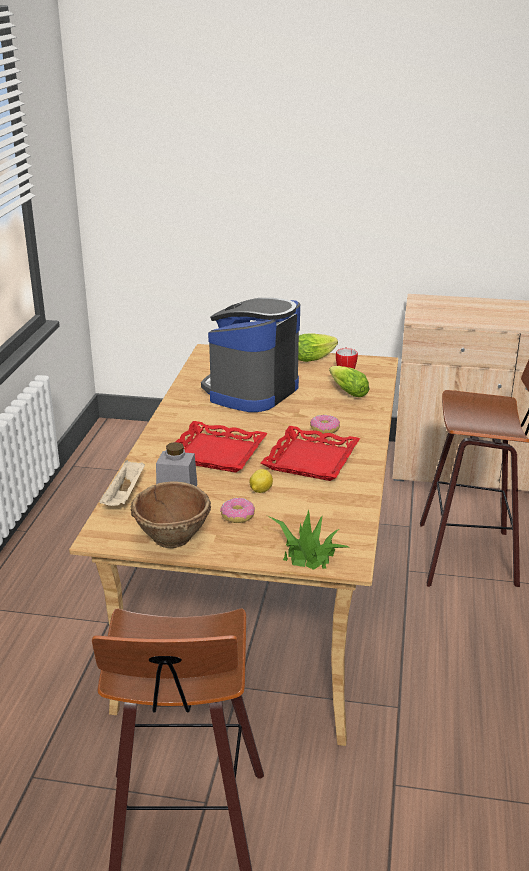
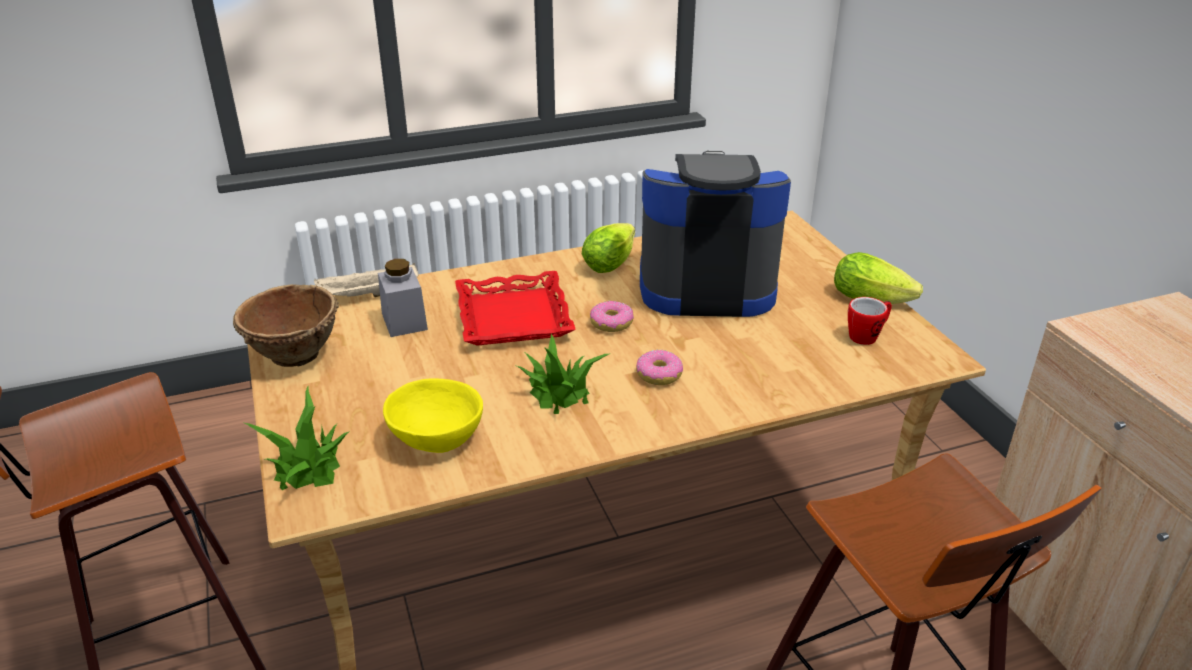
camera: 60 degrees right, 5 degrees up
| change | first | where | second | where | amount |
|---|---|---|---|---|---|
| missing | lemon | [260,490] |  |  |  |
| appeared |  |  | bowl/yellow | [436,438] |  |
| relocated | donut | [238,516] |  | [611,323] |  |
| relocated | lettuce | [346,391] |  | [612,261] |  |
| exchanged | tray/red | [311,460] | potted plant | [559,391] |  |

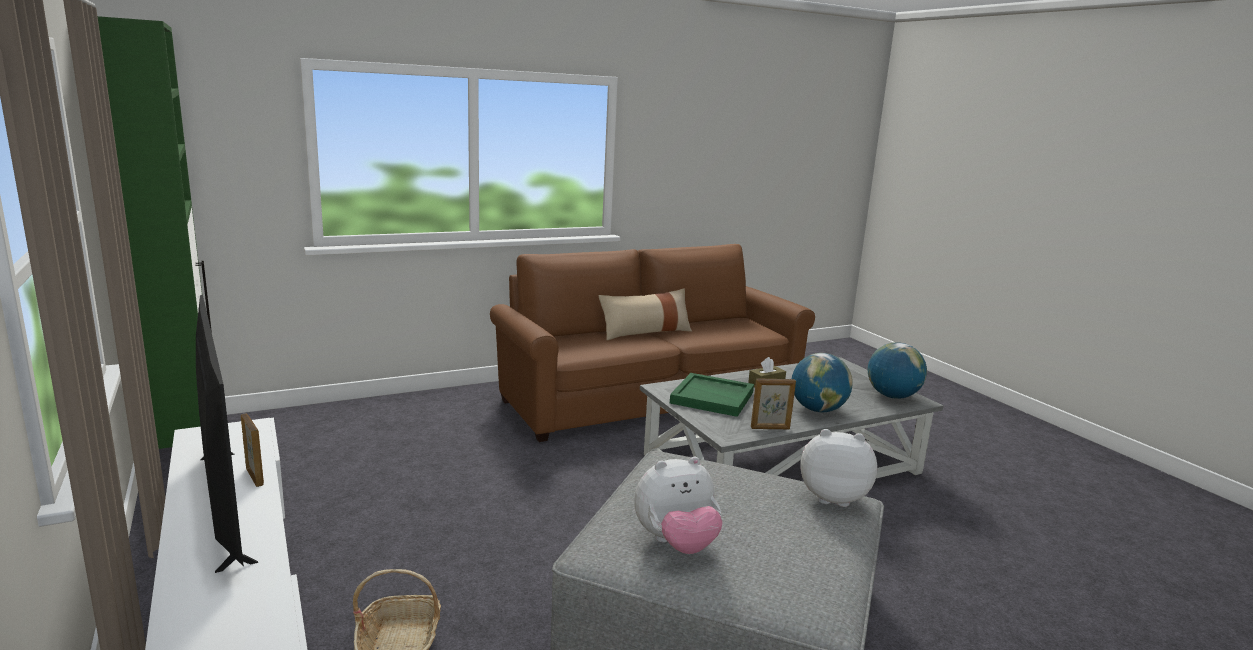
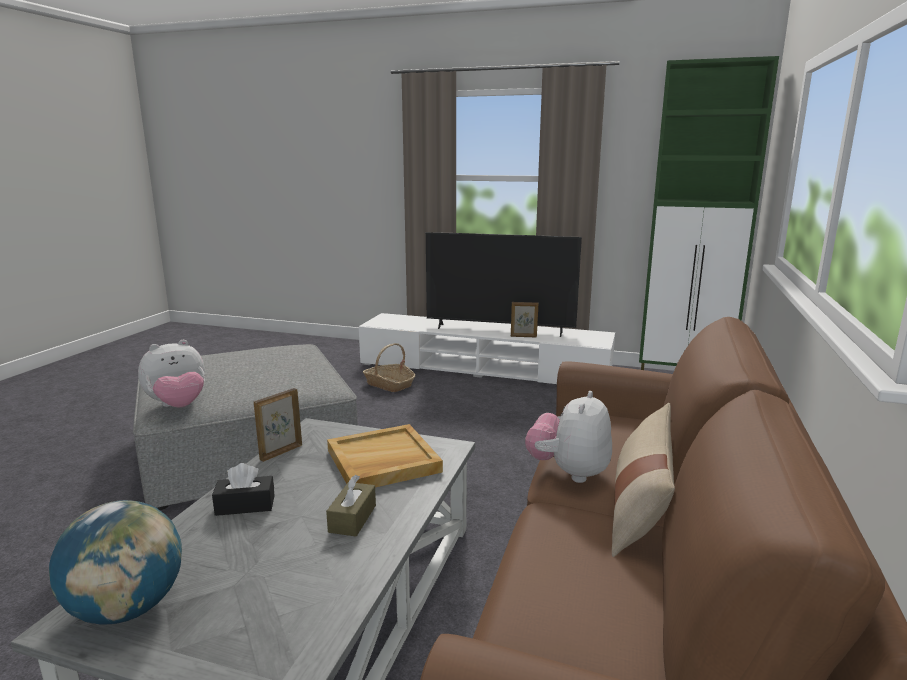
camera: 135 degrees right, 0 degrees up
| change | first | where | second | where | amount |
|---|---|---|---|---|---|
| relocated | plush toy | [676,544] |  | [569,472] |  |
| exchanged | globe | [818,409] | tissue box/black | [245,505] |  |
| colour | tray/green | [713,397] | tray/beige | [382,461] |  |

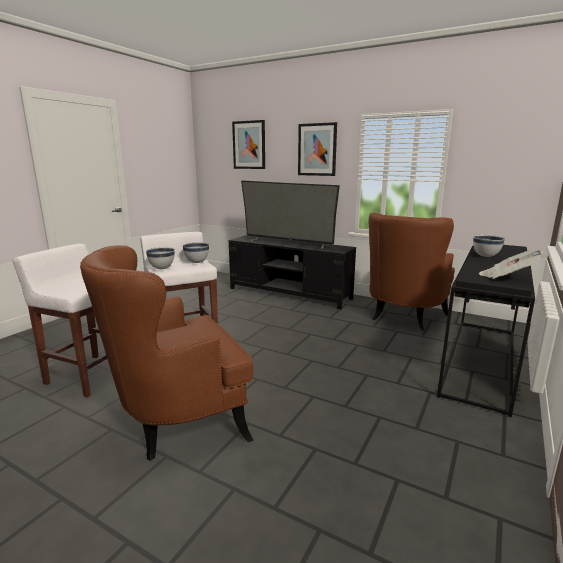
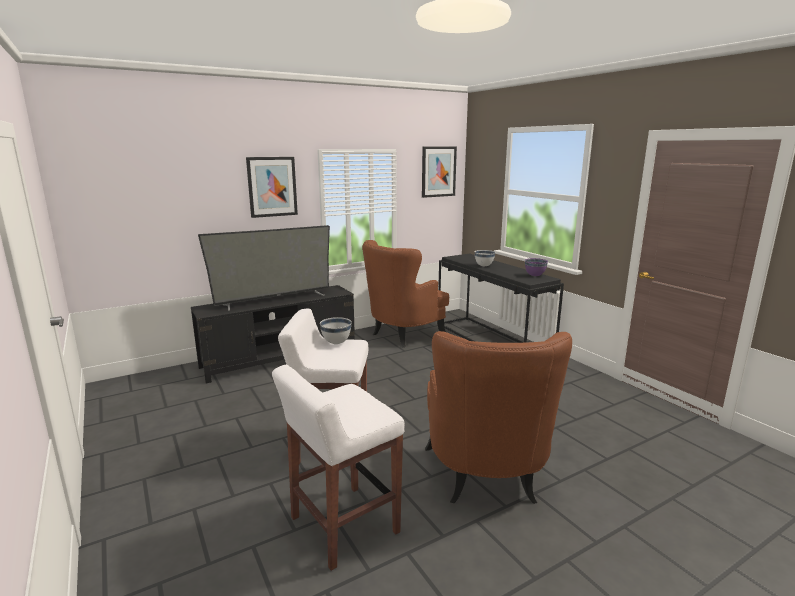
camera: 60 degrees left, 0 degrees up
| change | first | where | second | where | amount |
|---|---|---|---|---|---|
| missing | bowl/white | [161,269] |  |  |  |
| relocated | picture | [249,145] |  | [438,171] |  |
| exchanged | newspaper | [507,277] | bowl/purple | [534,276] |  |
| spun | armchair/brown | [403,317] |  | [402,336] | 75 degrees clockwise |

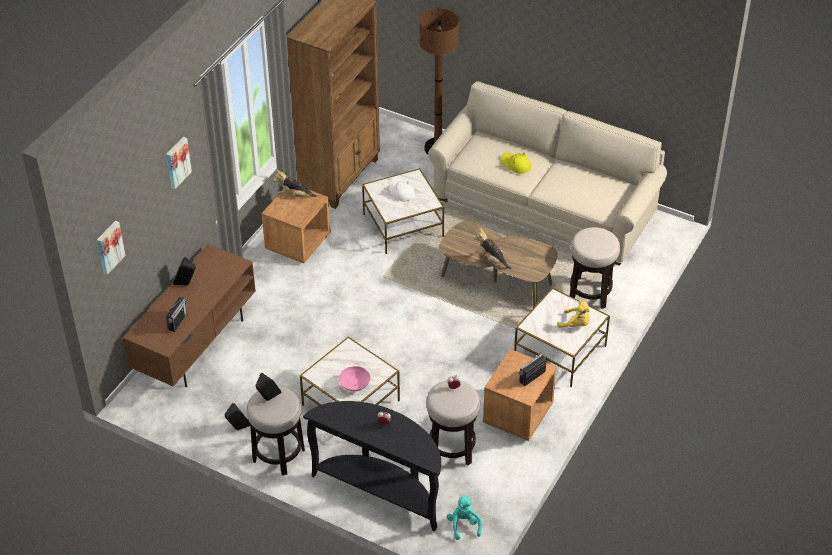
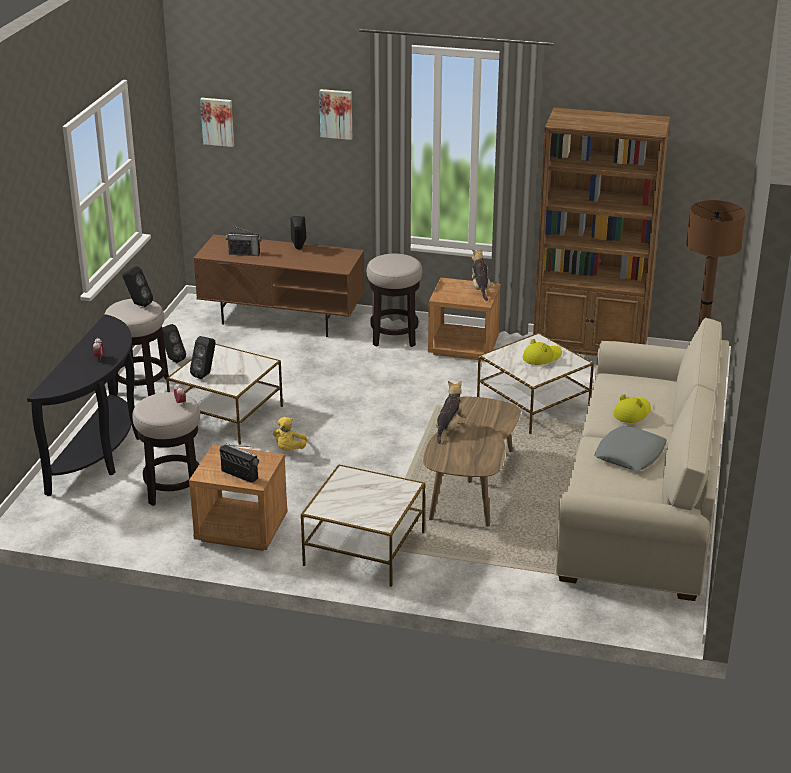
camera: 75 degrees right, 15 degrees down
| change | first | where | second | where | amount |
|---|---|---|---|---|---|
| missing | plush toy/turquoise | [464,525] |  |  |  |
| appeared |  |  | pillow/grey | [630,455] |  |
| relocated | plush toy/yellow | [576,324] |  | [289,450] |  |
| relocated | stool | [590,293] |  | [394,337] |  |
| exchanged | bowl/pink | [355,385] | speaker/black | [205,374] |  |
| colour | hat/white | [401,191] | hat/yellow | [542,357] |  |

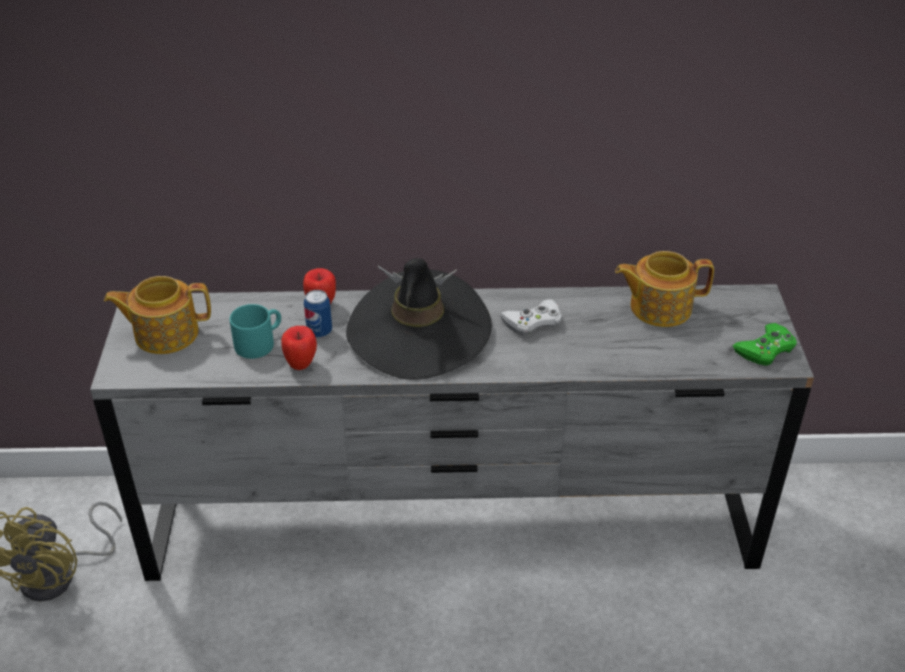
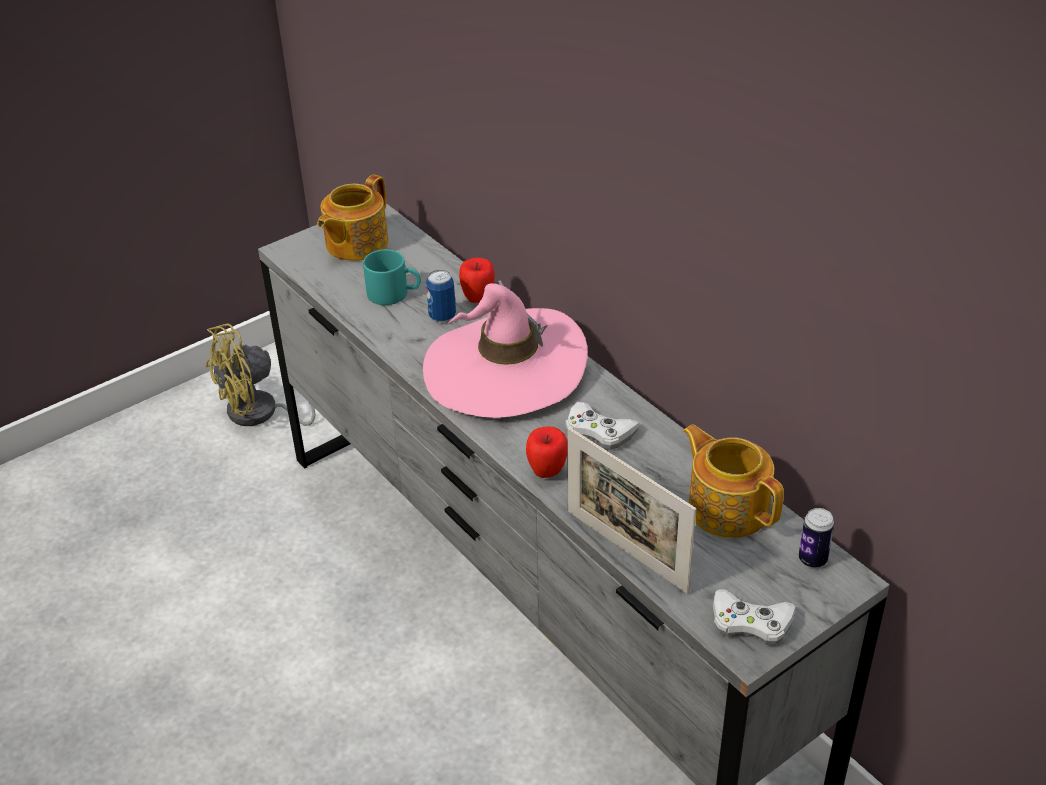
camera: 55 degrees right, 0 degrees up
| change | first | where | second | where | amount |
|---|---|---|---|---|---|
| appeared |  |  | picture frame | [626,550] |  |
| appeared |  |  | can | [812,559] |  |
| relocated | apple | [301,365] |  | [547,472] |  |
| colour | hat/black | [418,331] | hat/pink | [505,369] |  |
| colour | game controller/green | [765,349] | game controller/white | [750,622] |  |
| spun | teapot | [165,333] |  | [355,244] | 105 degrees counterclockwise |

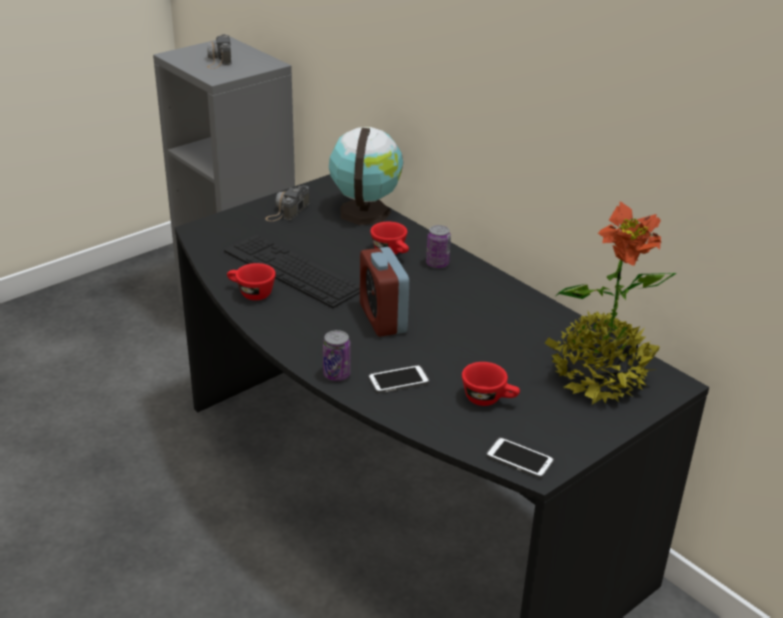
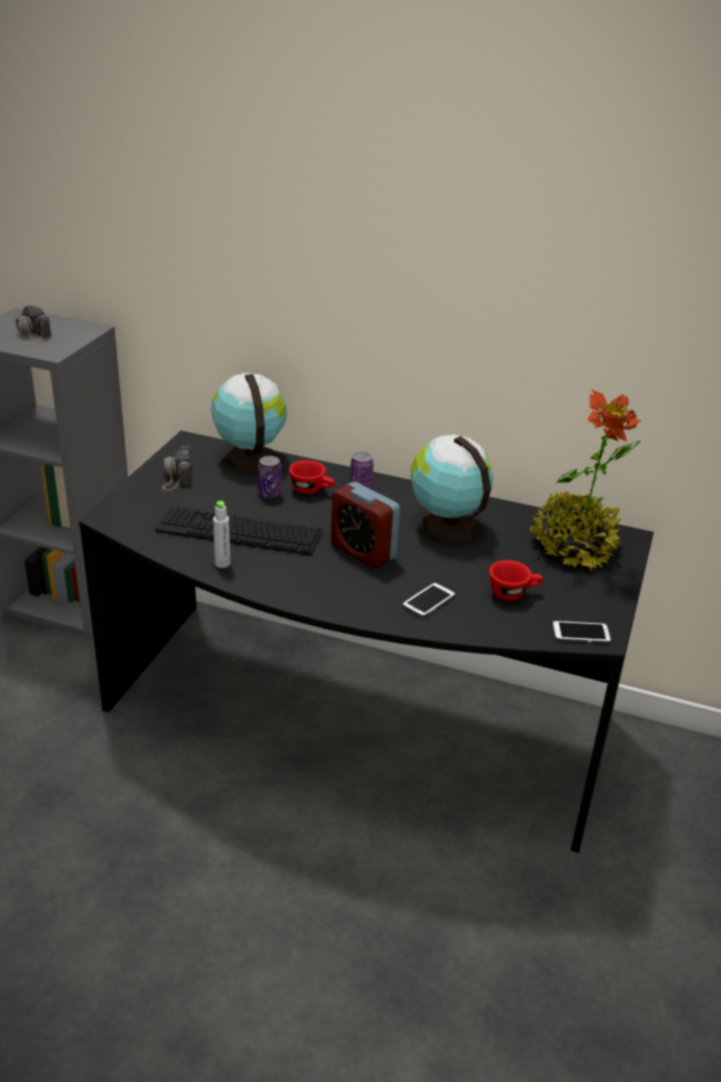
camera: 30 degrees left, 0 degrees up
| change | first | where | second | where | amount |
|---|---|---|---|---|---|
| appeared |  |  | globe | [446,525] |  |
| relocated | can | [336,375] |  | [269,494] |  |
| exchanged | cup/red | [251,293] | bottle/grey | [222,563] |  |

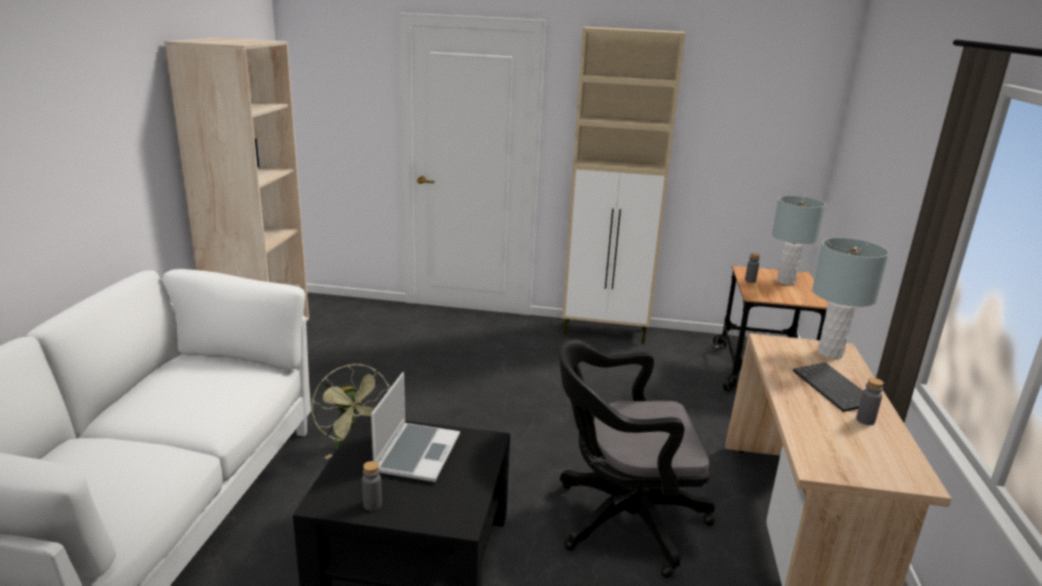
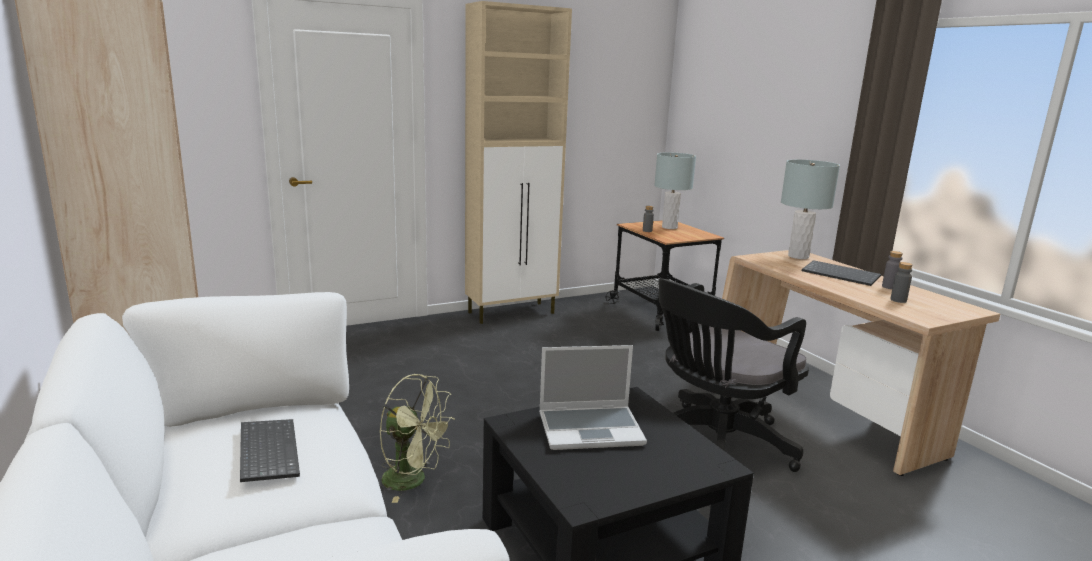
camera: 35 degrees left, 5 degrees down
| change | first | where | second | where | amount |
|---|---|---|---|---|---|
| appeared |  |  | keyboard | [266,451] |  |
| relocated | bottle/grey | [372,504] |  | [898,300] |  |
| spun | laptop | [416,453] |  | [591,428] | 105 degrees clockwise |

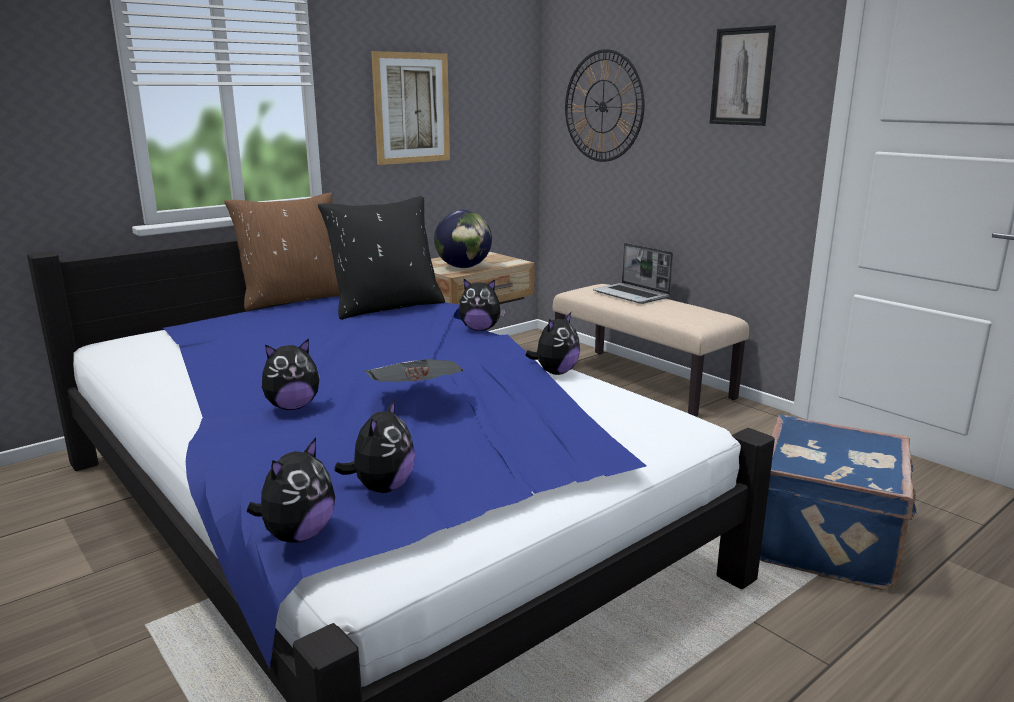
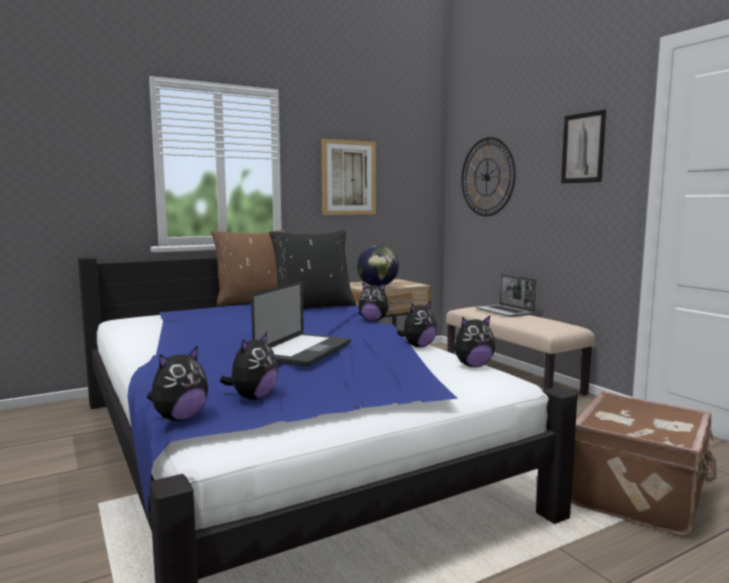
camera: 10 degrees right, 10 degrees down
| change | first | where | second | where | amount |
|---|---|---|---|---|---|
| relocated | plush toy | [292,406] |  | [473,366] |  |
| exchanged | newspaper | [415,397] | laptop | [304,351] |  |
| colour | suitcase/blue | [827,540] | suitcase/brown | [640,496] |  |

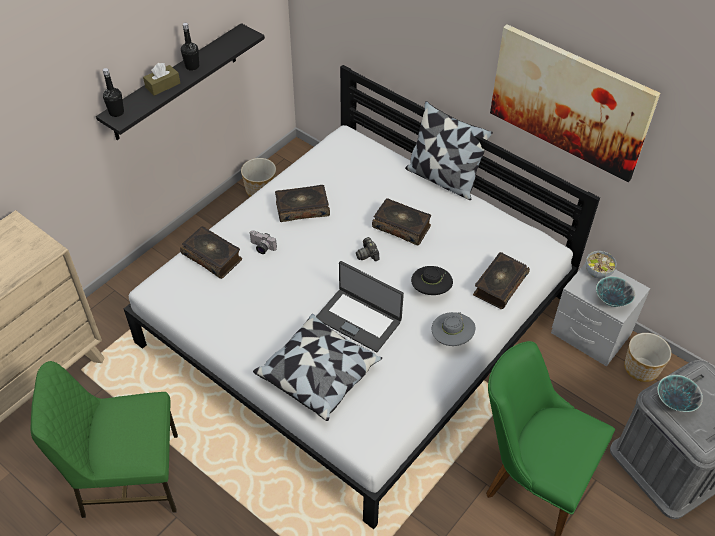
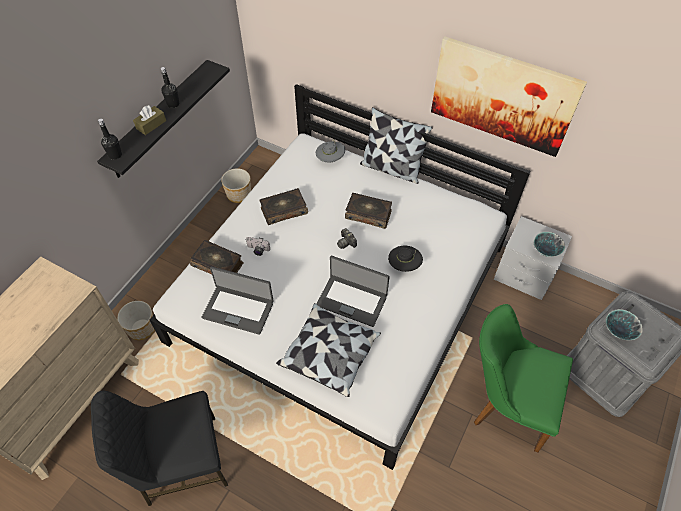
camera: 10 degrees left, 5 degrees up
| change | first | where | second | where | amount |
|---|---|---|---|---|---|
| missing | book | [499,285] |  |  |  |
| missing | bowl | [597,272] |  |  |  |
| appeared |  |  | laptop | [238,309] |  |
| relocated | hat/grey | [451,338] |  | [330,159] |  |
| relocated | planter | [641,368] |  | [142,328] |  |
| colour | chair/green | [129,477] | chair/black | [181,462] |  |

